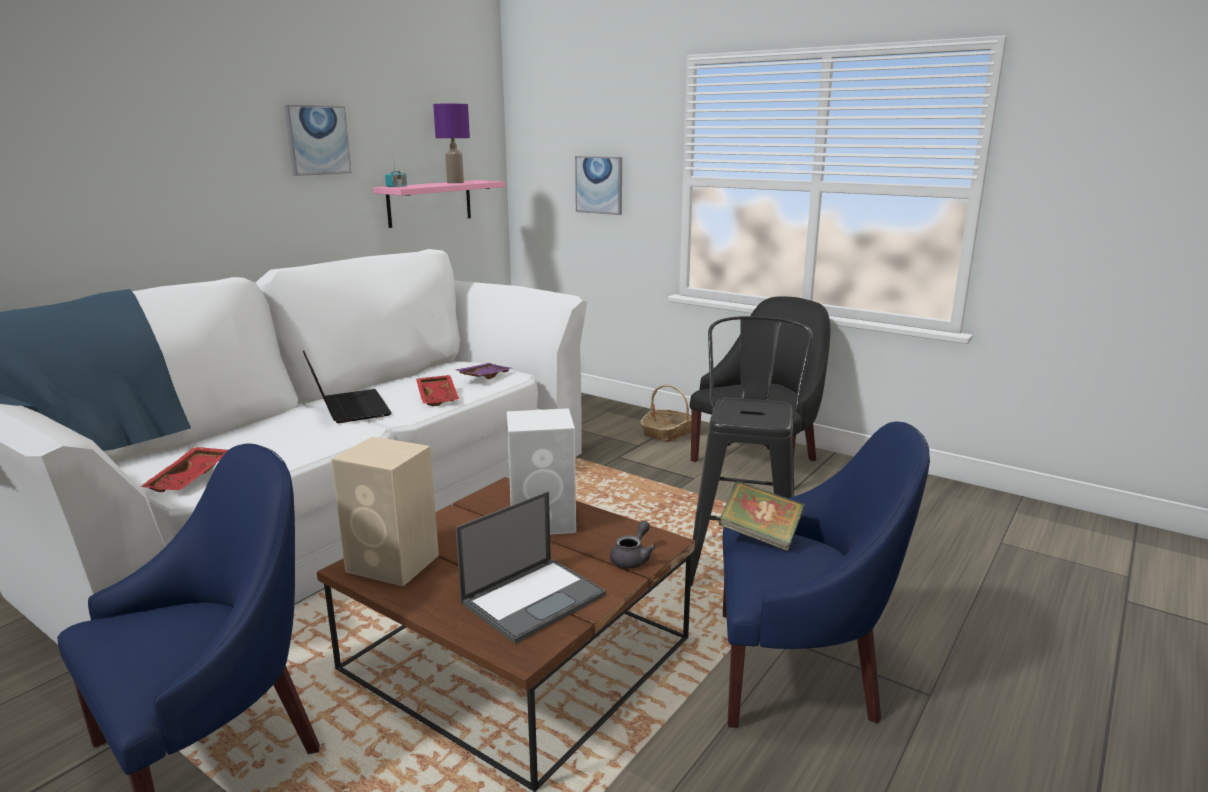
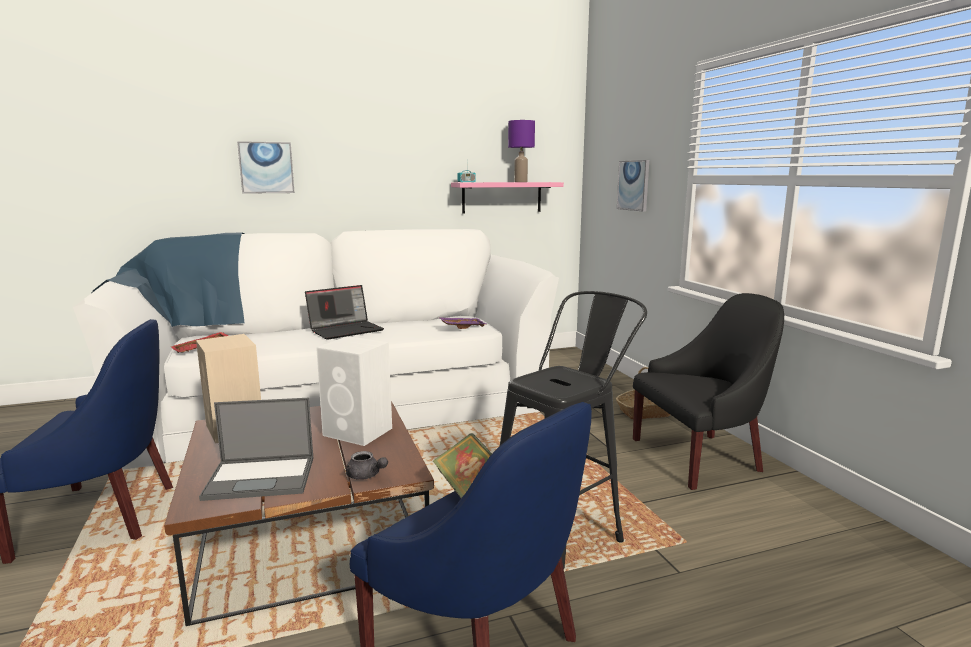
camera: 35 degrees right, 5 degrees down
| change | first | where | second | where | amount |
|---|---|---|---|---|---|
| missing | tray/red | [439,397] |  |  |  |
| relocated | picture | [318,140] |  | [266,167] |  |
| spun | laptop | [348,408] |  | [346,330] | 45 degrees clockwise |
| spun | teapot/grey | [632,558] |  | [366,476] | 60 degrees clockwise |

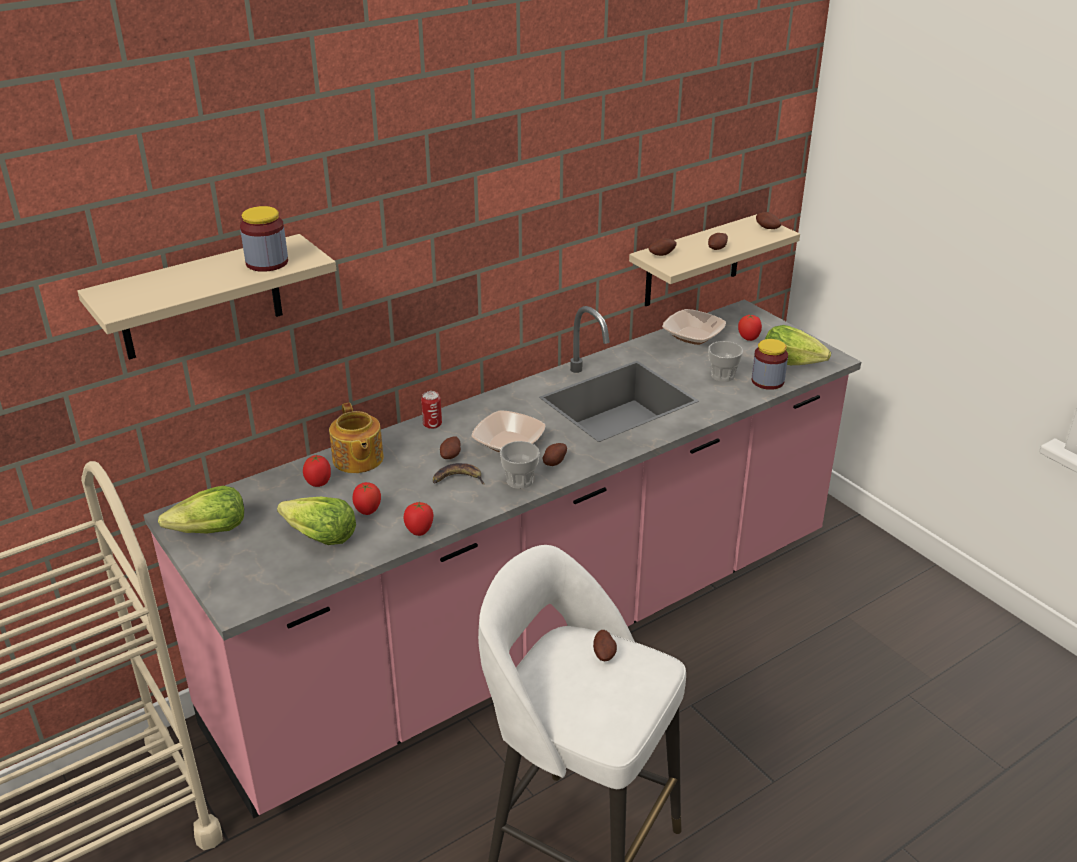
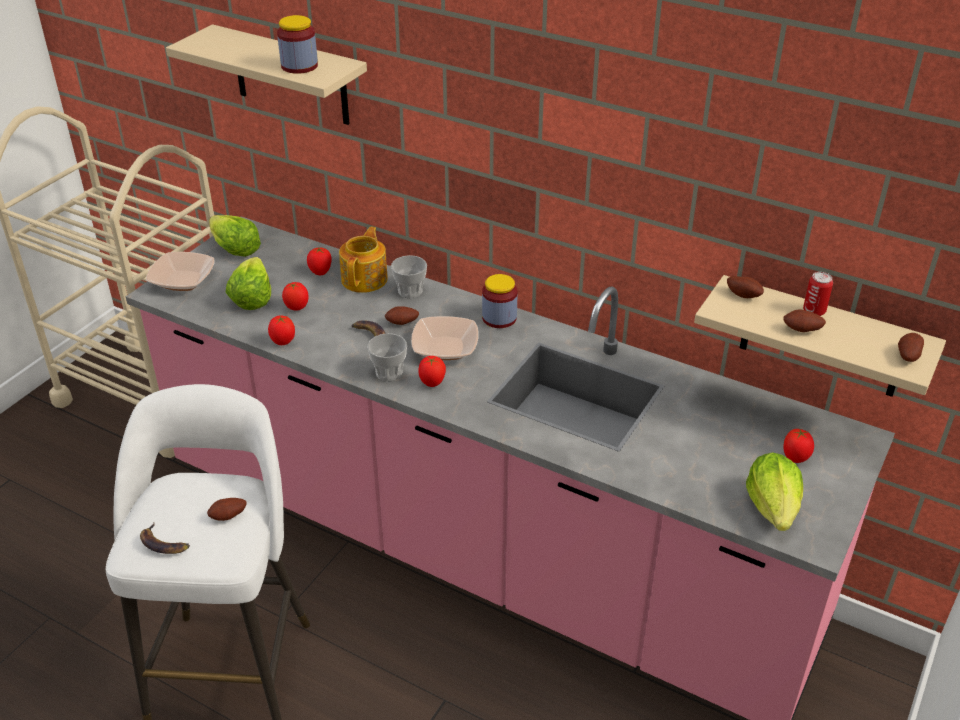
camera: 65 degrees right, 5 degrees up
| change | first | where | second | where | amount |
|---|---|---|---|---|---|
| appeared |  |  | banana | [163,543] |  |
| relocated | can | [432,424] |  | [814,311] |  |
| relocated | bowl | [693,335] |  | [183,280] |  |
| relocated | cup | [722,376] |  | [410,291] |  |
| relocated | jar | [767,381] |  | [499,318] |  |
| exchanged | potato | [554,462] | tomato | [432,383] |  |
| spun | teapot | [357,459] |  | [365,279] | 150 degrees clockwise |

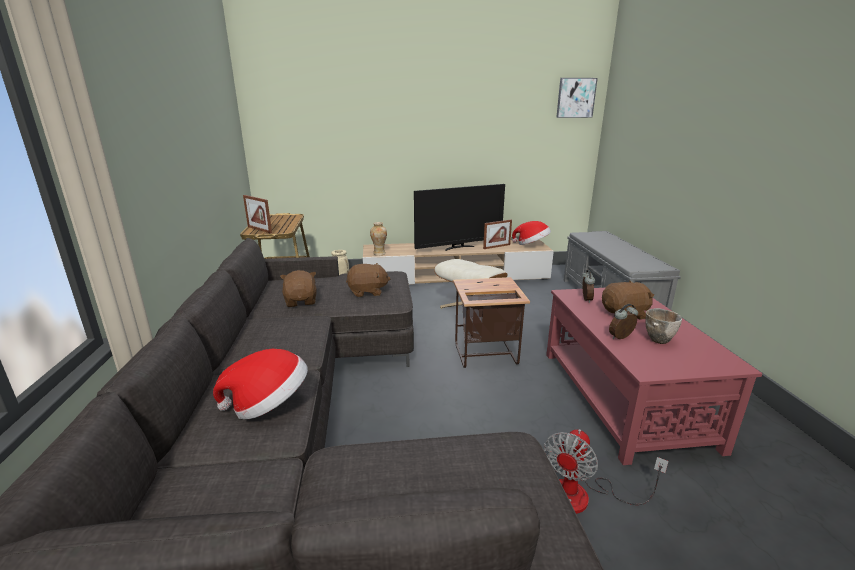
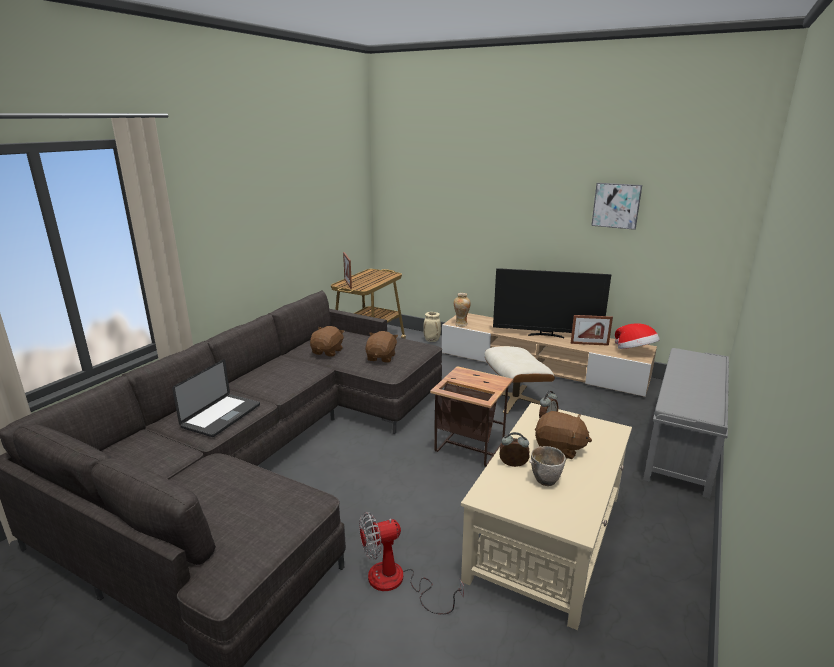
camera: 35 degrees right, 0 degrees up
| change | first | where | second | where | amount |
|---|---|---|---|---|---|
| relocated | picture | [575,98] |  | [616,205] |  |
| exchanged | hat | [269,405] | laptop | [221,416] |  |
| colour | coffee table/red | [623,396] | coffee table/beige | [547,534] |  |
| spun | plush toy/brown | [367,292] |  | [381,358] | 105 degrees counterclockwise |

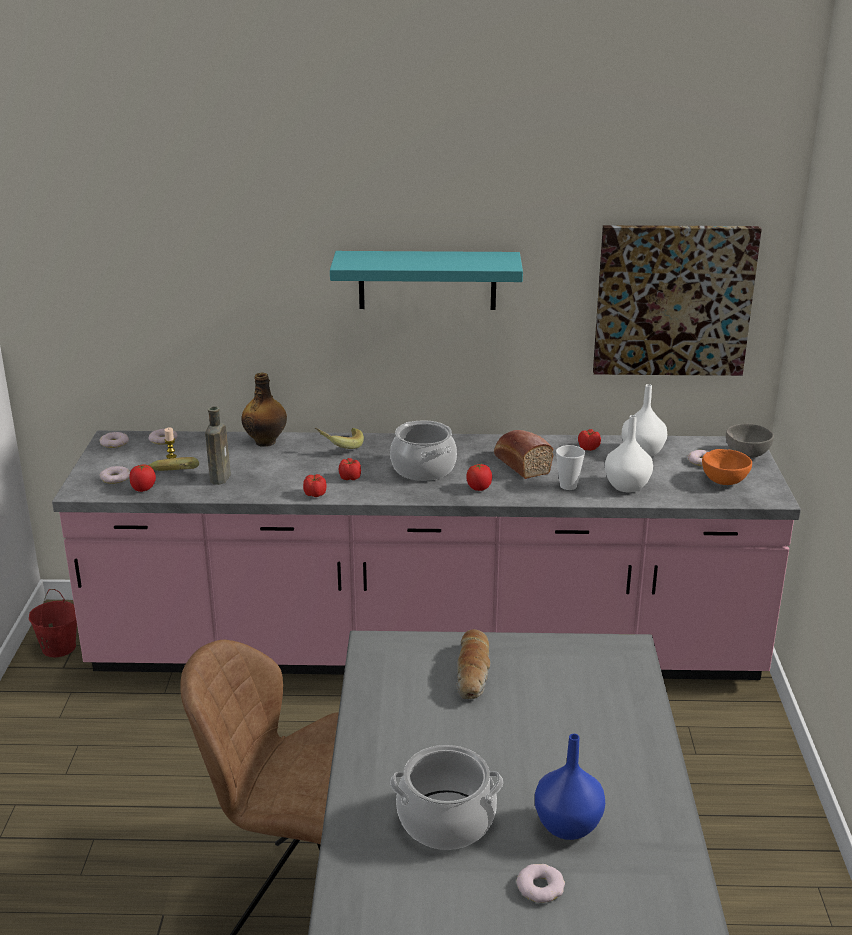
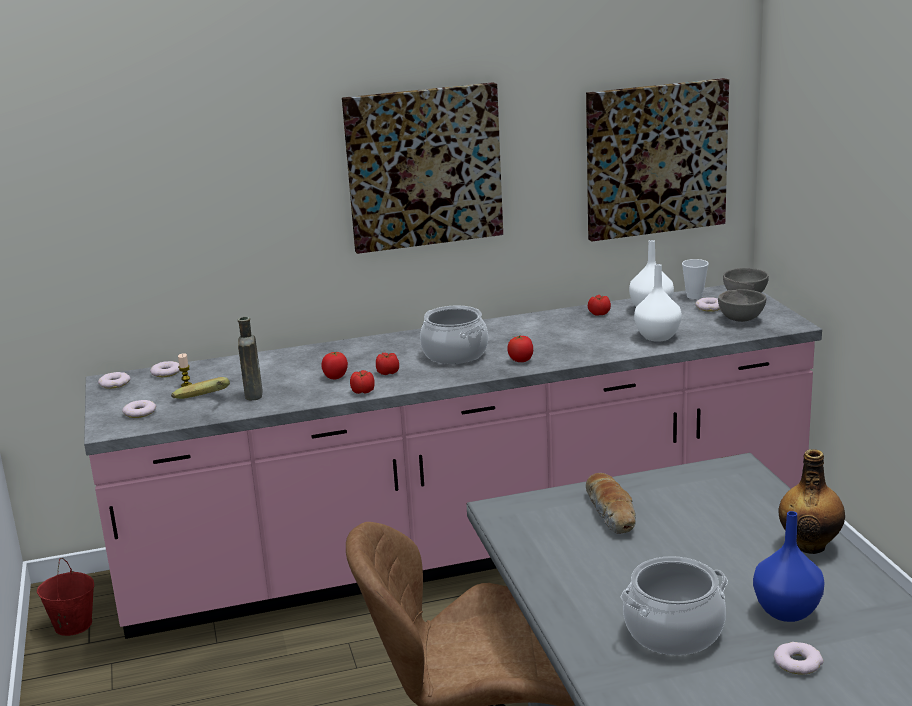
camera: 15 degrees left, 5 degrees down
| change | first | where | second | where | amount |
|---|---|---|---|---|---|
| missing | banana | [339,446] |  |  |  |
| missing | bread | [520,464] |  |  |  |
| relocated | tomato | [143,489] |  | [335,377] |  |
| relocated | bottle | [266,441] |  | [810,545] |  |
| relocated | cup | [568,486] |  | [694,296] |  |
| exchanged | shelf/turquoise | [427,280] | picture | [423,167] |  |
| colour | bowl/orange | [724,481] | bowl/grey | [741,319] |  |

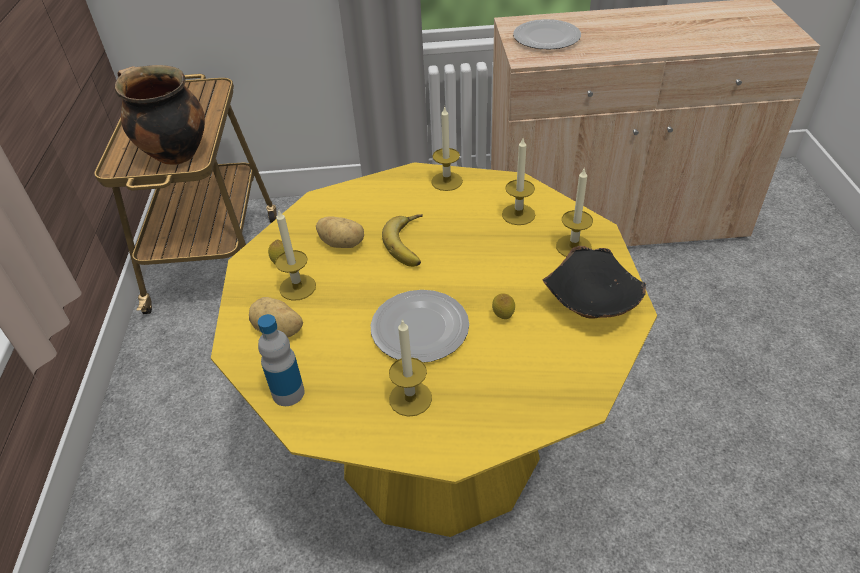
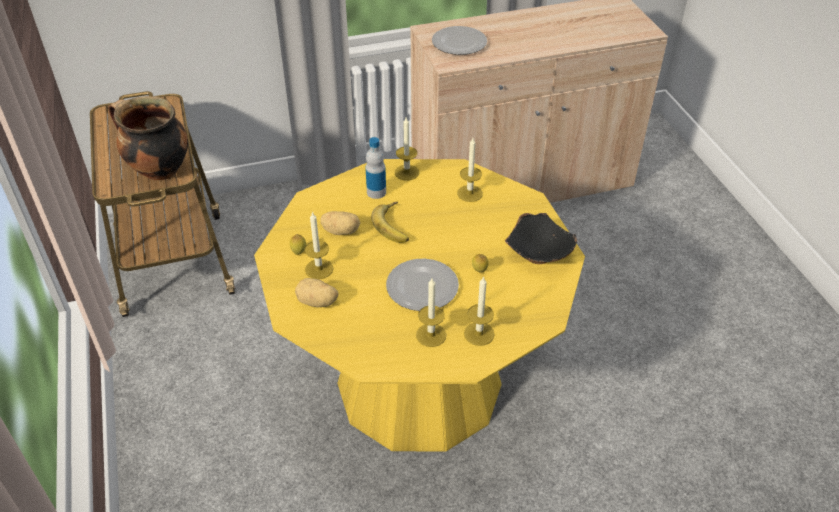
camera: 15 degrees left, 0 degrees up
| change | first | where | second | where | amount |
|---|---|---|---|---|---|
| relocated | bottle | [288,393] |  | [376,192] |  |
| relocated | candle | [573,246] |  | [479,334] |  |

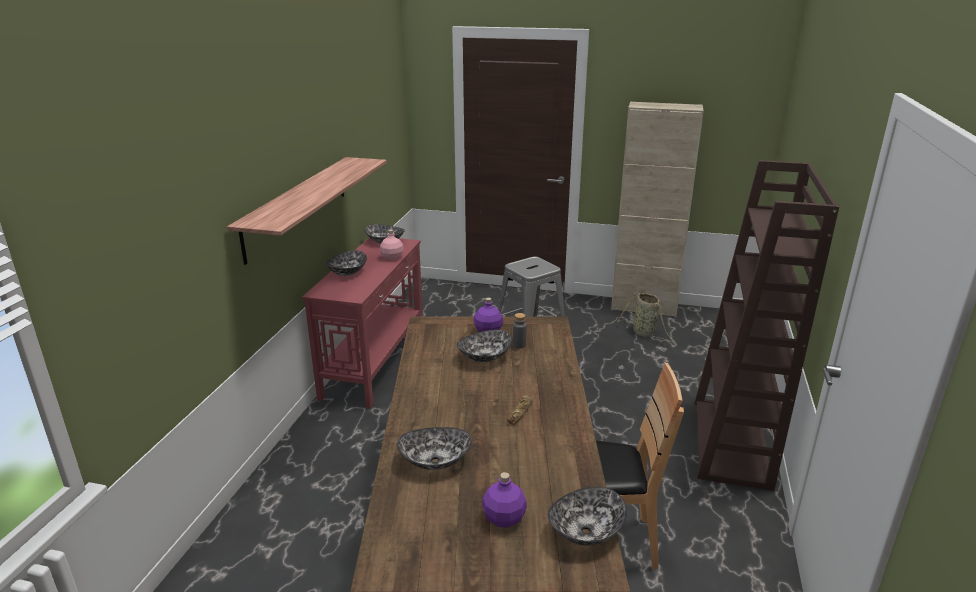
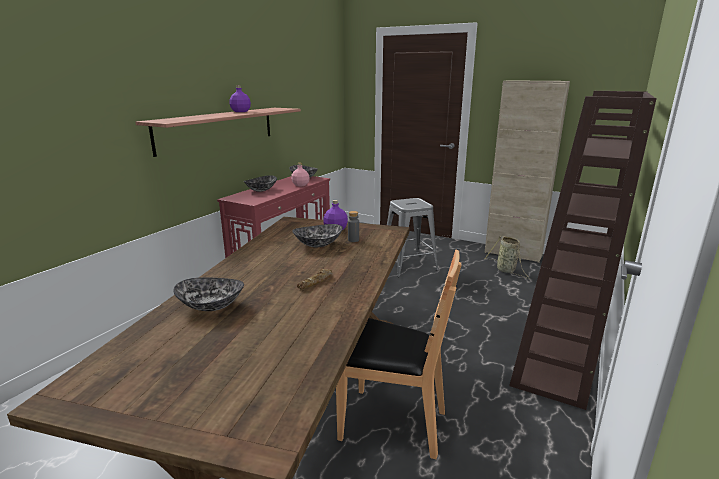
camera: 15 degrees right, 5 degrees down
| change | first | where | second | where | amount |
|---|---|---|---|---|---|
| missing | bowl | [586,532] |  |  |  |
| relocated | bottle/purple | [504,518] |  | [241,111] |  |

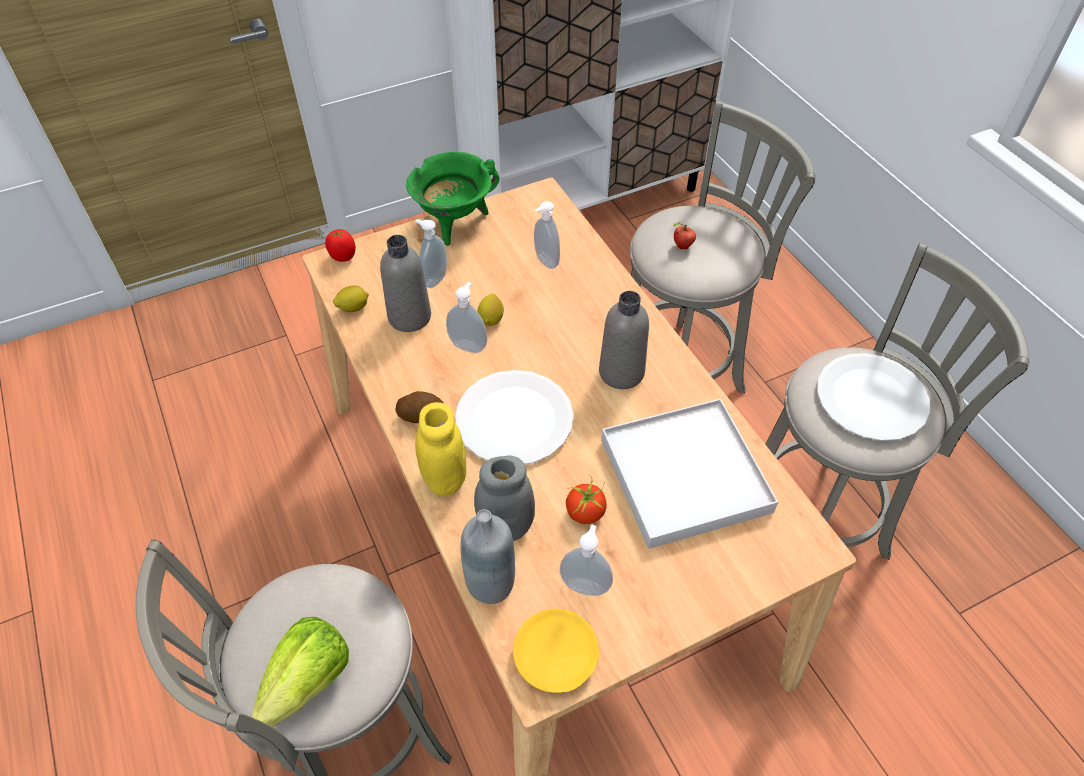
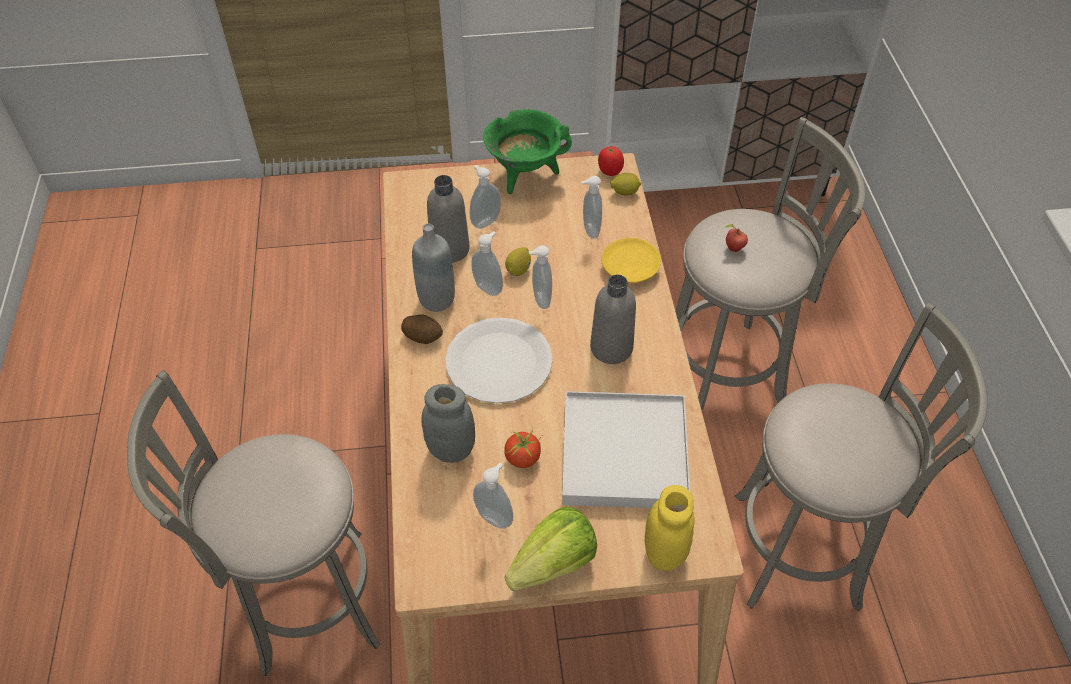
camera: 20 degrees right, 0 degrees up
| change | first | where | second | where | amount |
|---|---|---|---|---|---|
| missing | plate/white | [871,399] |  |  |  |
| appeared |  |  | soap dispenser | [540,300] |  |
| relocated | lettuce | [309,682] |  | [553,564] |  |
| relocated | tomato | [343,257] |  | [609,171] |  |
| relocated | lemon | [353,308] |  | [624,192] |  |
| relocated | jar/yellow | [445,479] |  | [664,552] |  |
| relocated | bottle/grey | [490,584] |  | [436,299] |  |
| relocated | plate/yellow | [555,657] |  | [629,268] |  |

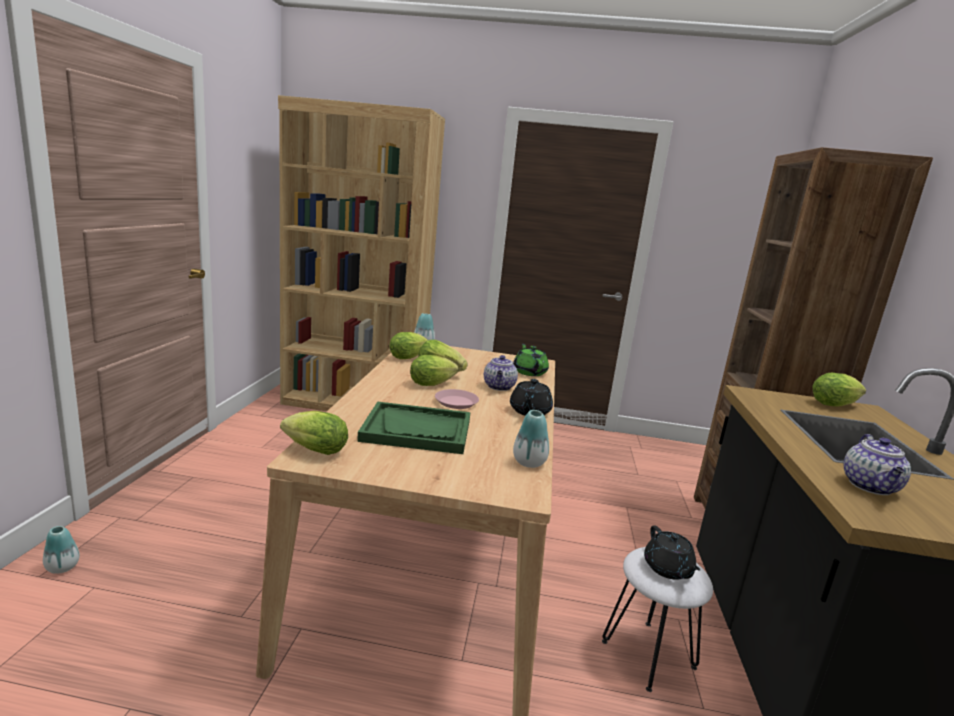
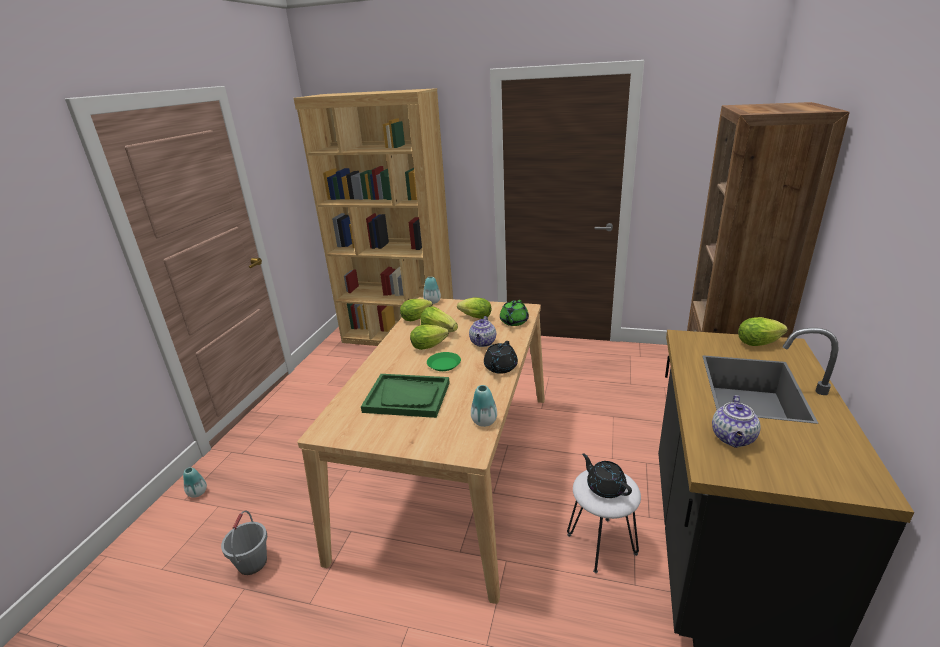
camera: 10 degrees right, 10 degrees up
| change | first | where | second | where | amount |
|---|---|---|---|---|---|
| appeared |  |  | bucket/grey | [252,562] |  |
| relocated | lettuce | [312,450] |  | [474,317] |  |
| colour | plate/pink | [456,402] | plate/green | [444,364] |  |
| spun | teapot/green | [529,372] |  | [513,322] | 150 degrees counterclockwise |
| spun | teapot/black | [668,569] |  | [605,487] | 150 degrees clockwise |

